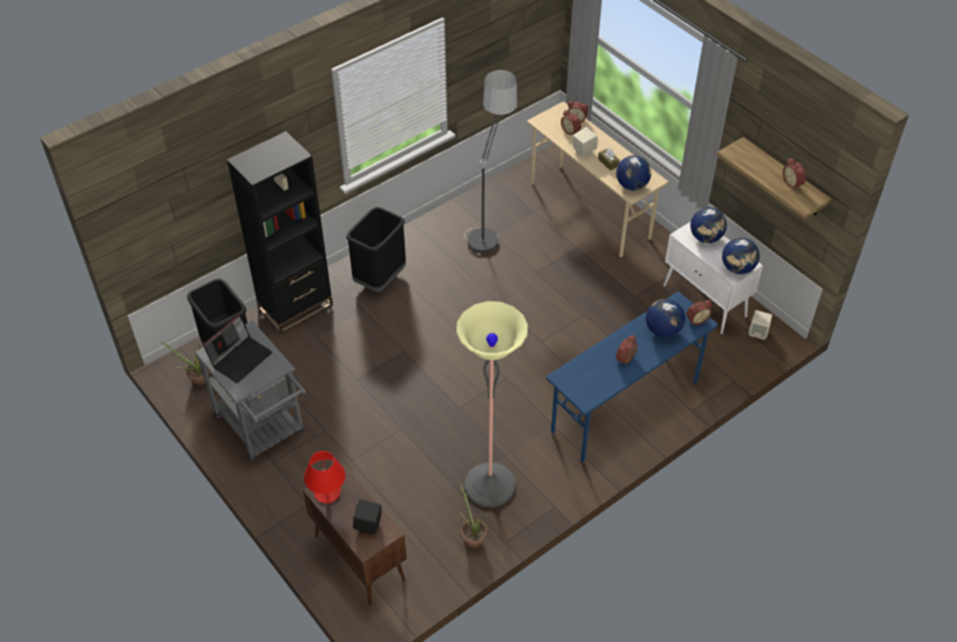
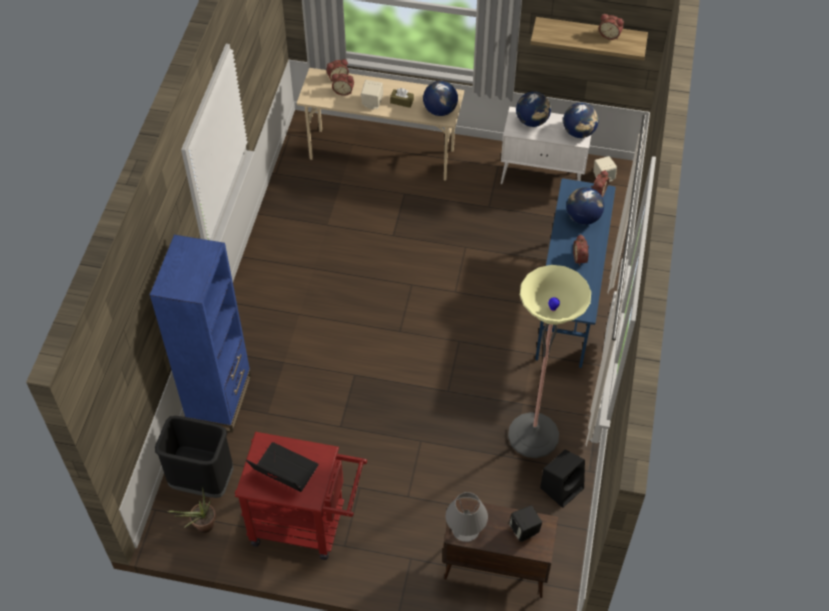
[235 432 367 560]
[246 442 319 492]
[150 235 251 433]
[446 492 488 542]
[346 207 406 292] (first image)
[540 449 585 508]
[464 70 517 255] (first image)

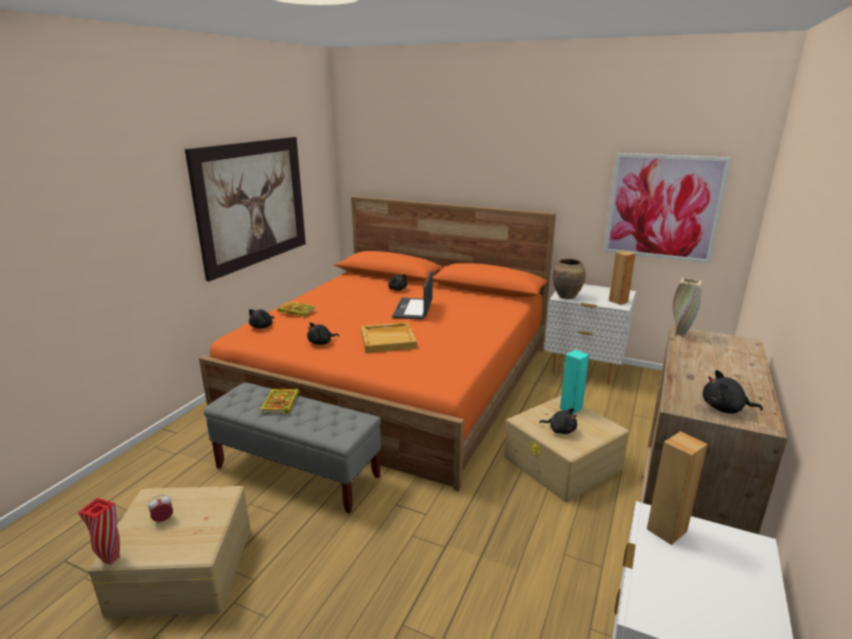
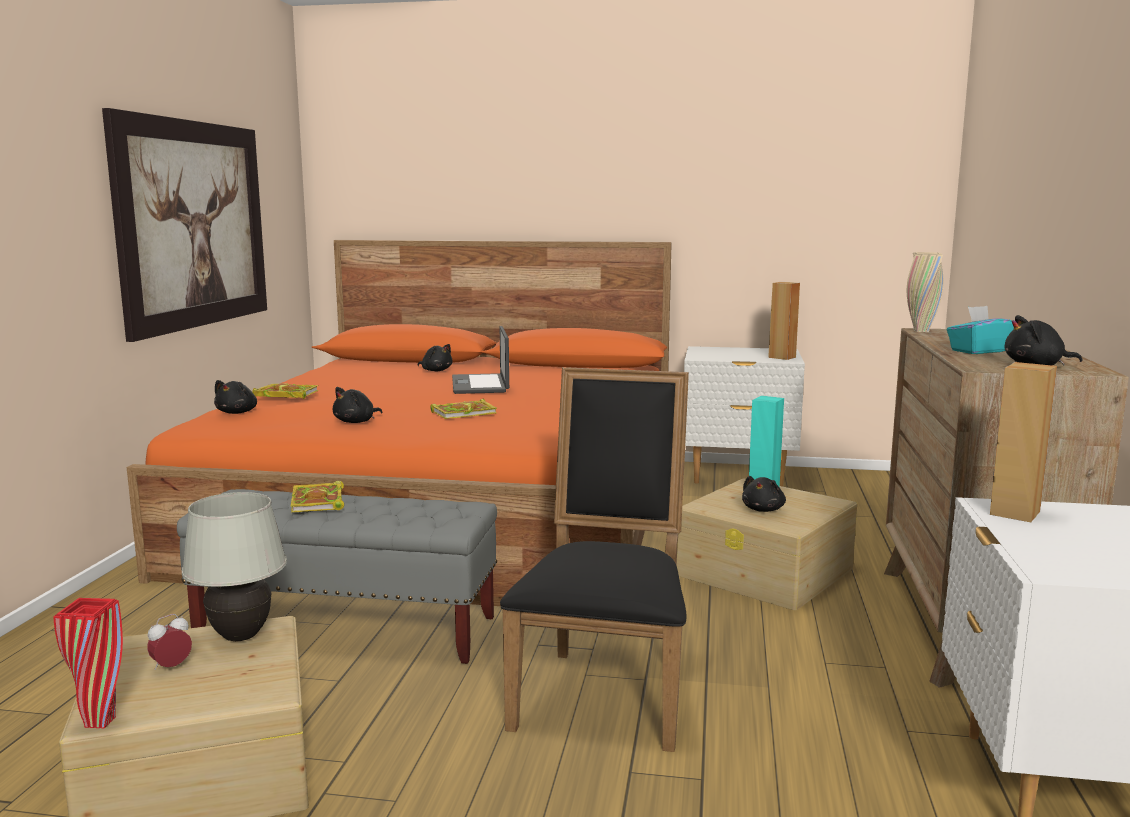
[430 398 497 419]
[742 476 786 512]
[552 258 586 299] (first image)
[604 153 731 264] (first image)
[182 492 287 641]
[500 367 689 752]
[947 306 1014 354]

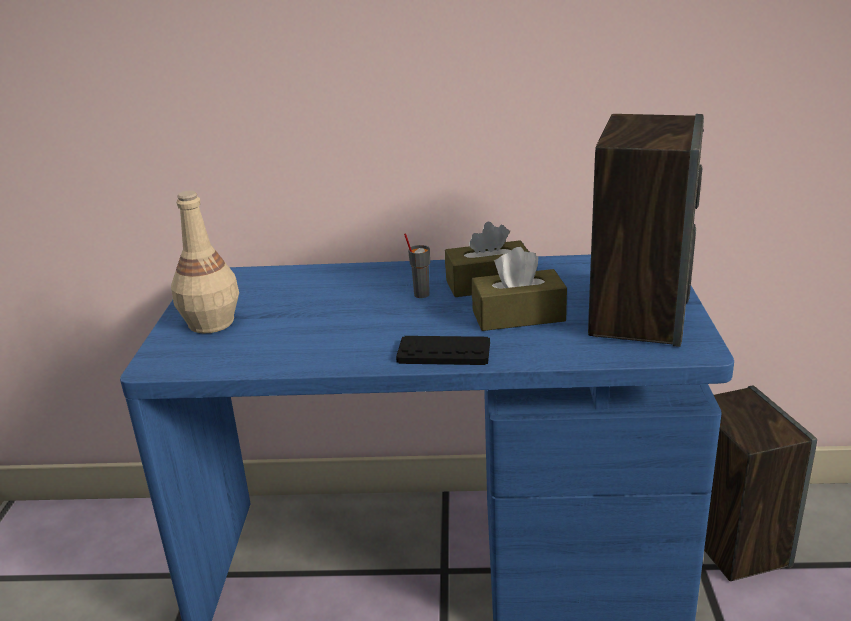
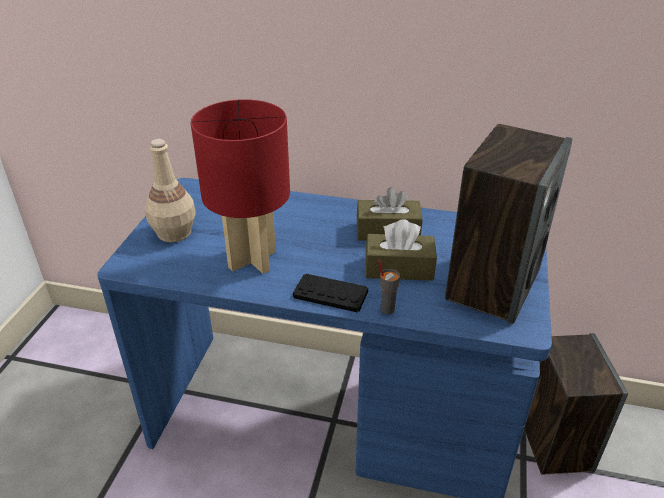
[378 260 400 314]
[191 99 290 274]

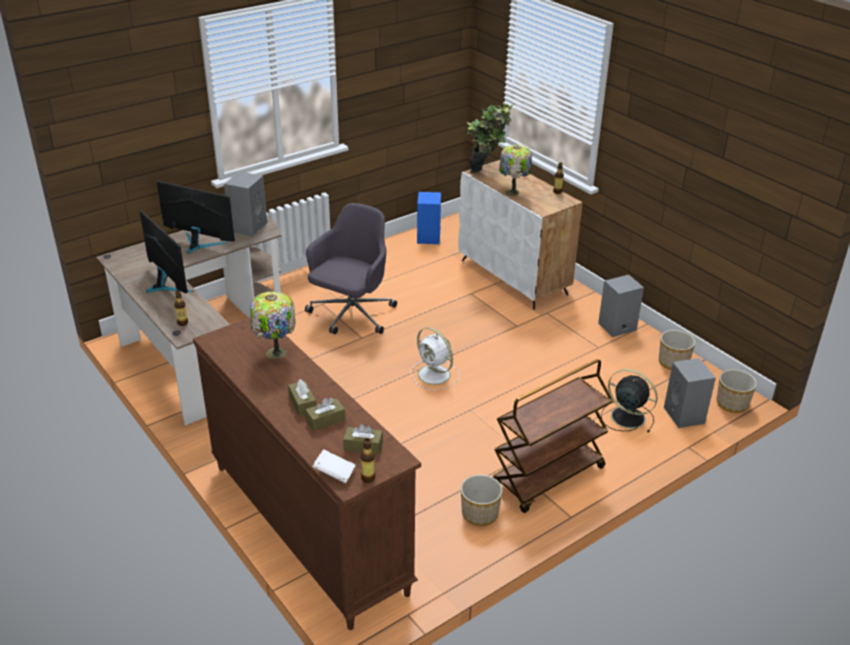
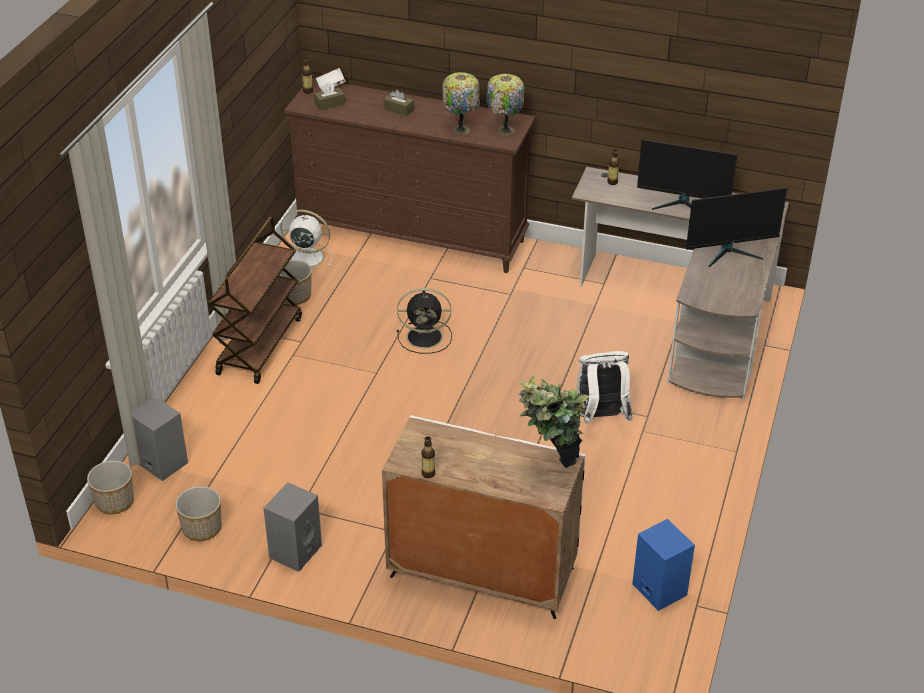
[224 171 267 236] (first image)
[577 351 633 424]
[305 398 345 431] (first image)
[280 210 332 269]
[486 74 524 135]
[397 288 452 354]

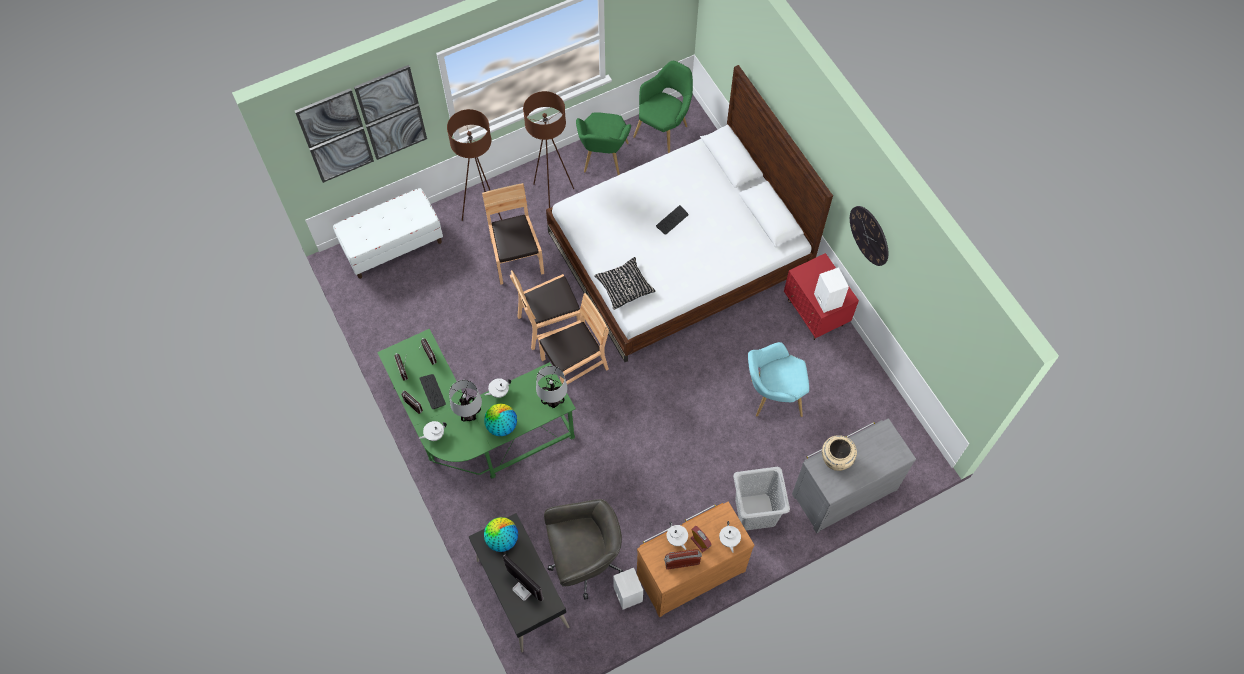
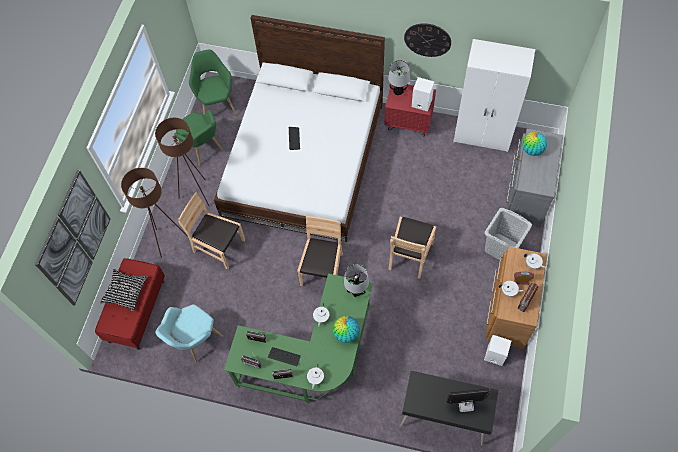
[95 258 165 350]
[388 60 410 95]
[522 132 547 156]
[388 217 436 279]
[544 499 624 600] (first image)
[100 269 148 311]
[155 304 223 363]
[822 435 857 471] (first image)
[453 39 535 152]

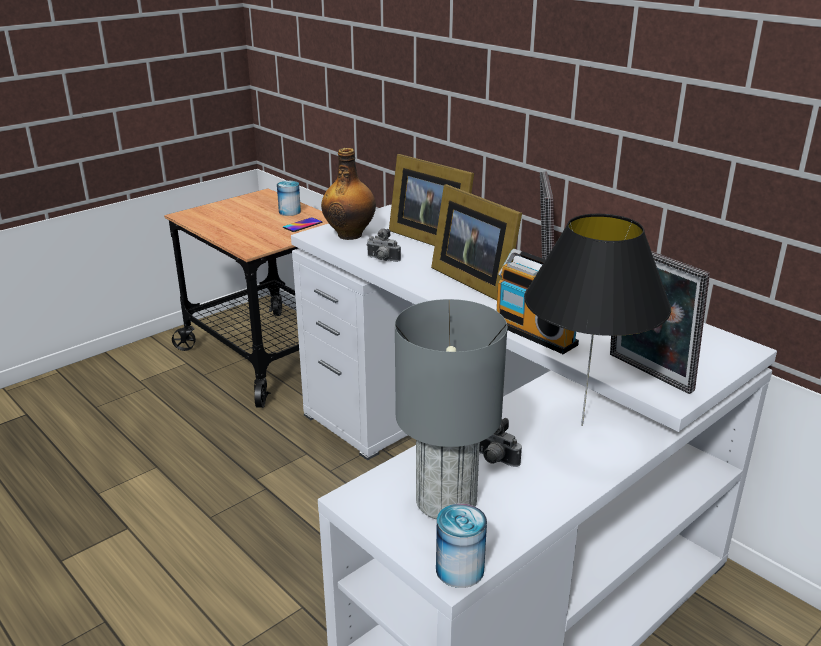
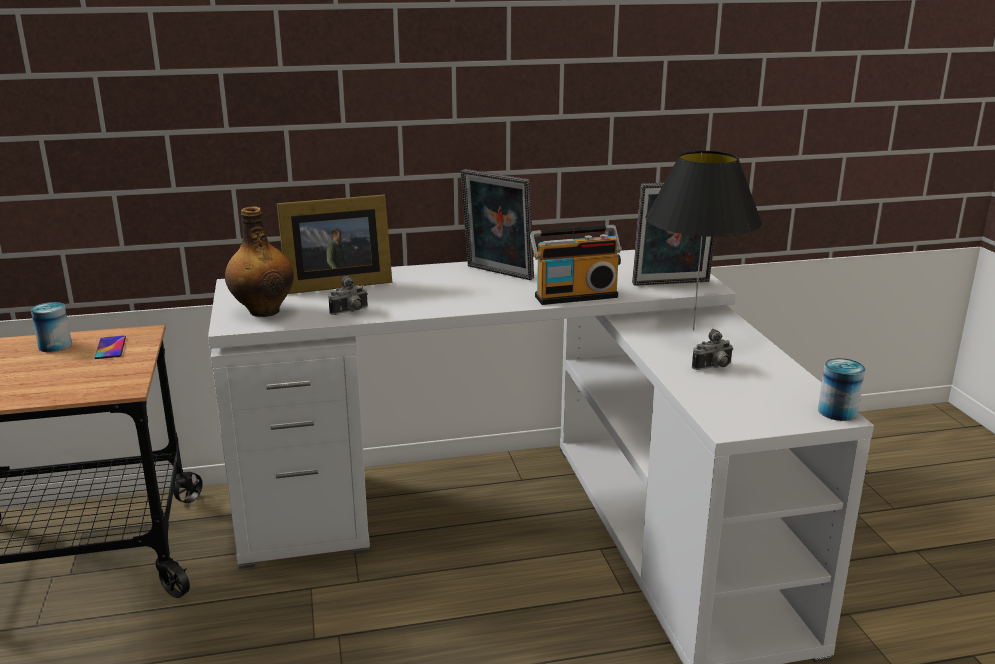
[395 299 507 520] (first image)
[431 184 522 300] (first image)

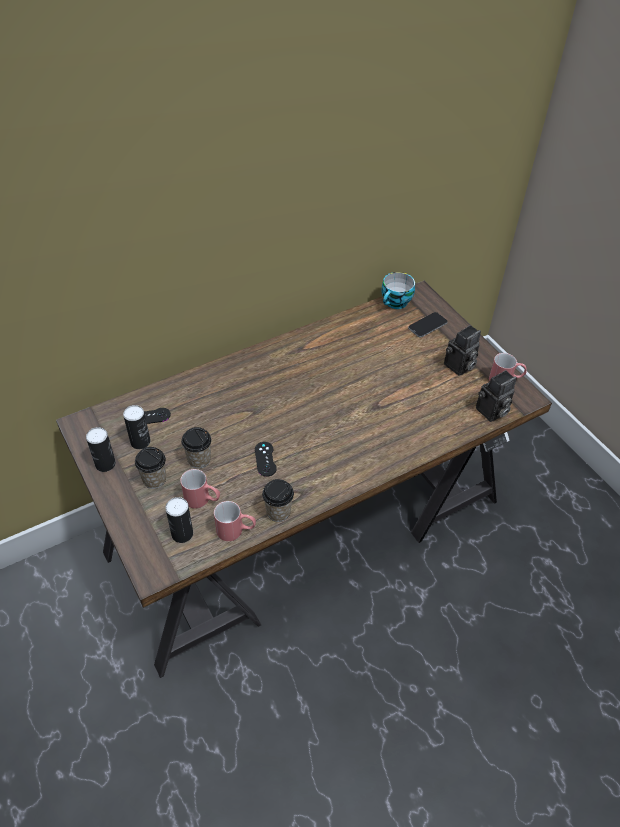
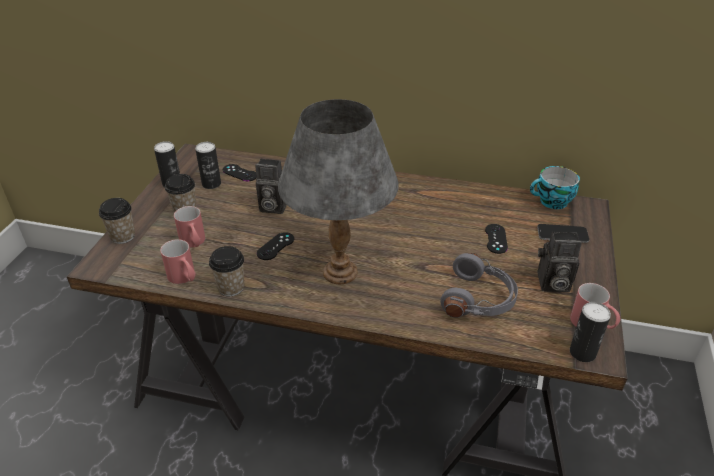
[570 302 611 362]
[99 198 135 244]
[255 159 287 214]
[278 99 399 284]
[440 253 518 318]
[485 224 508 254]

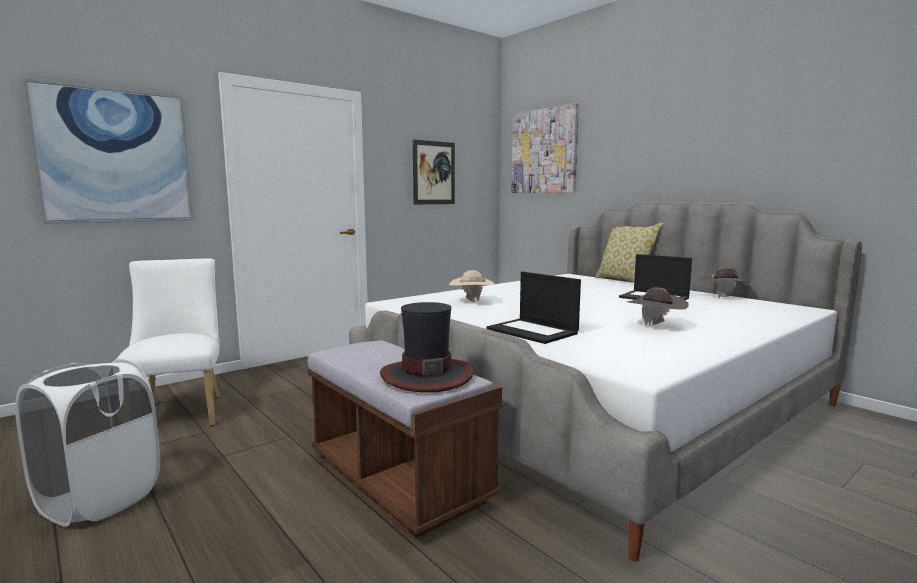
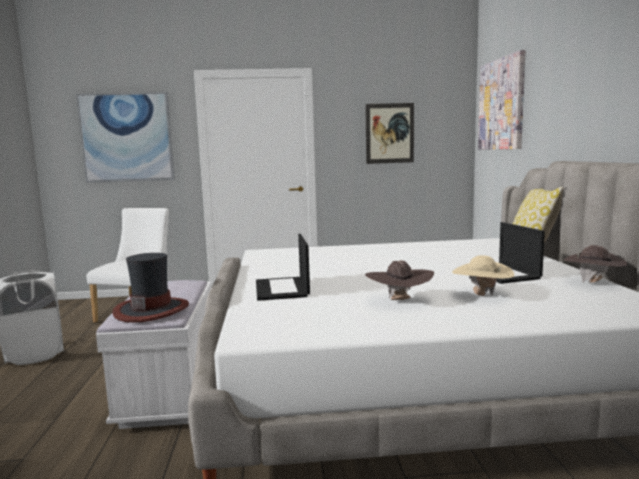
[96 280 211 429]
[452 255 514 296]

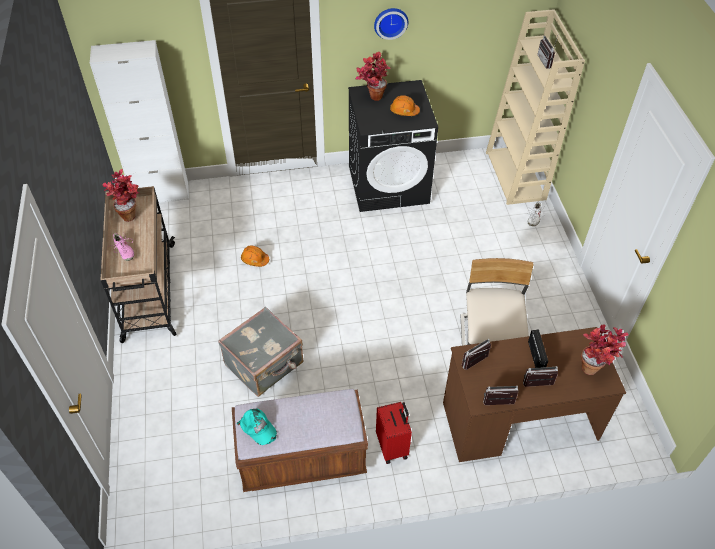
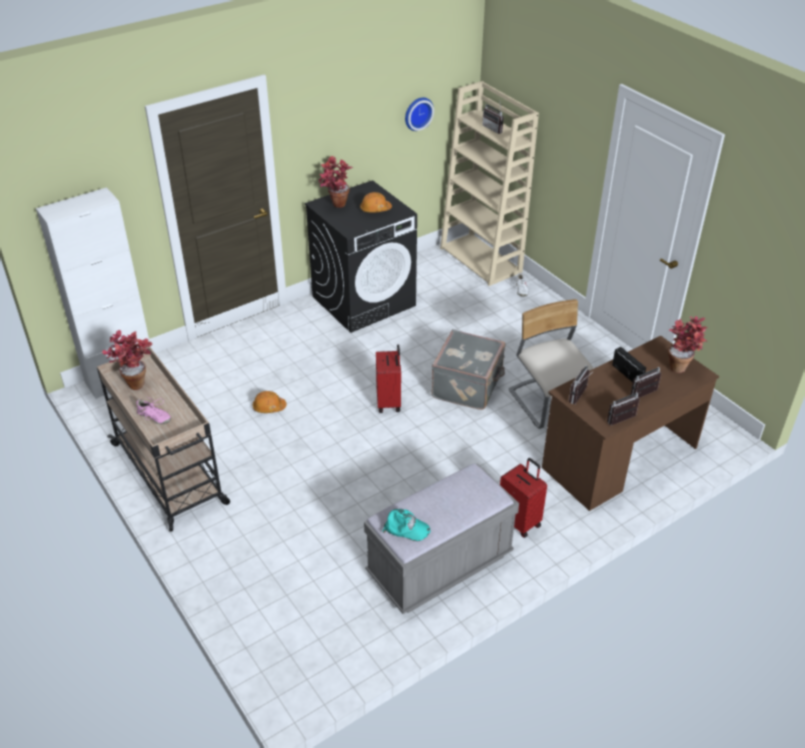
[431 329 505 410]
[364 463 519 614]
[405 98 434 131]
[376 345 401 413]

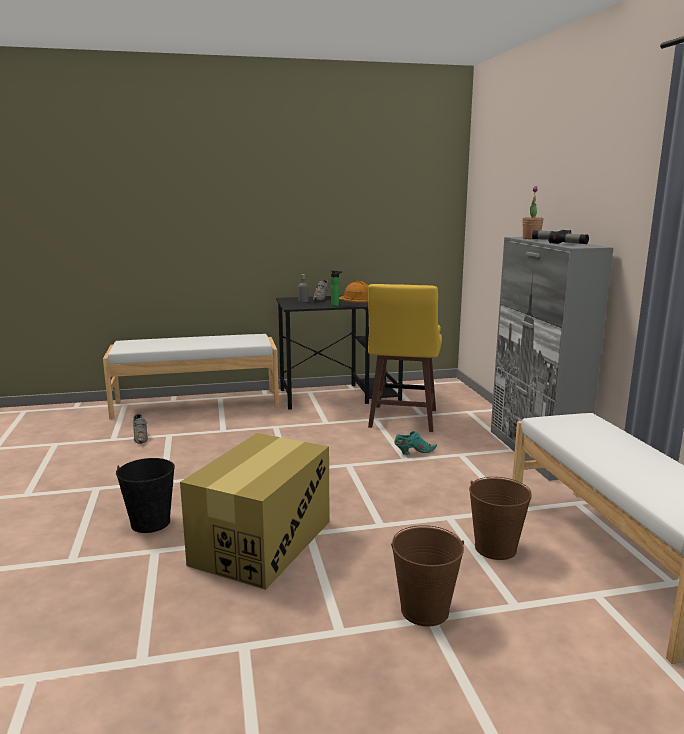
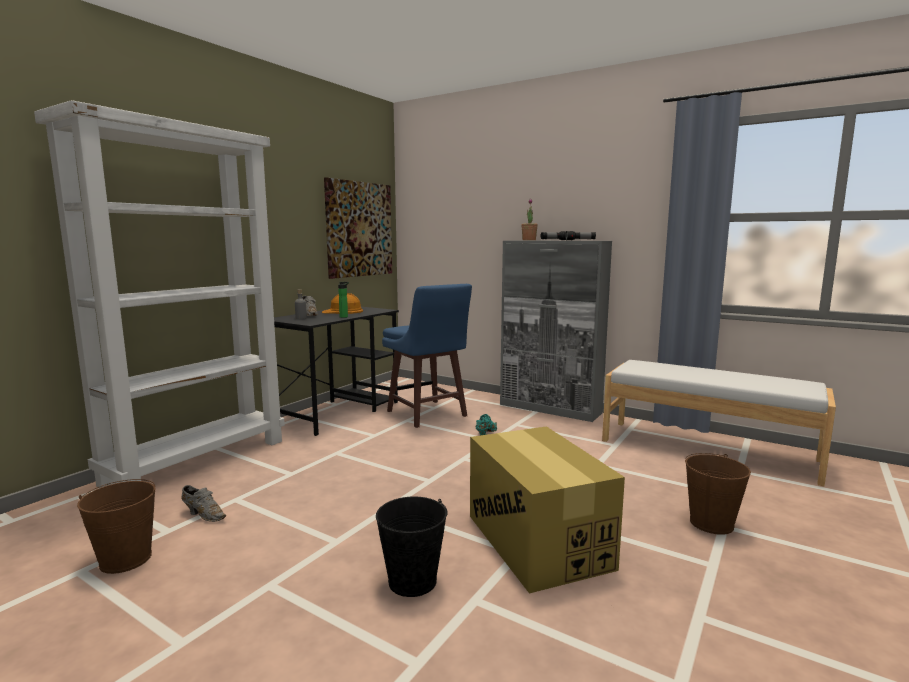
[34 100 285 488]
[382 284 472 428]
[77 479 156 574]
[324 177 392 279]

